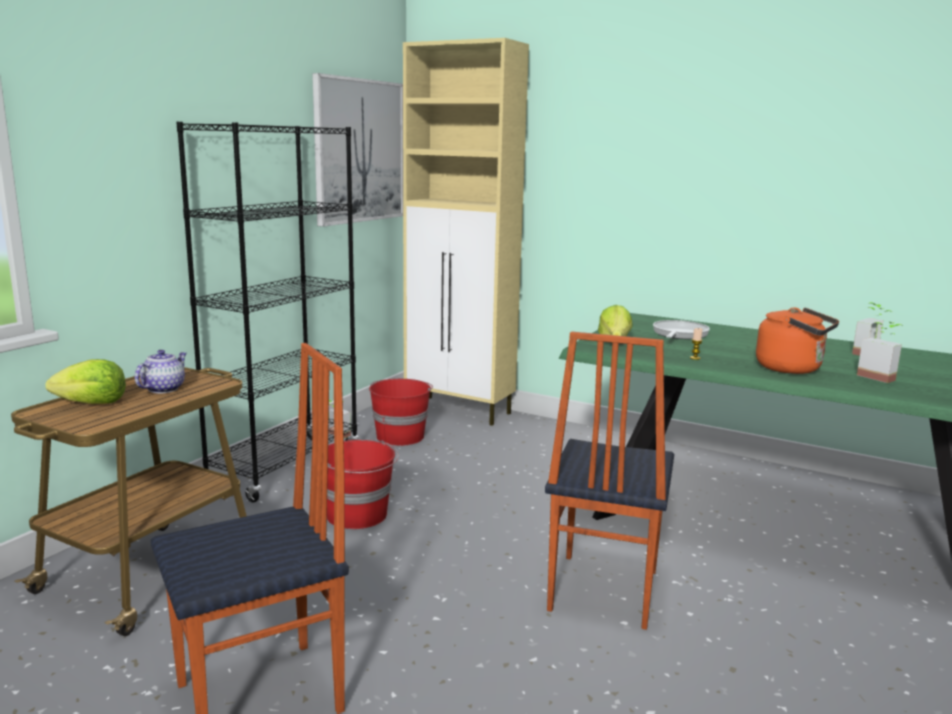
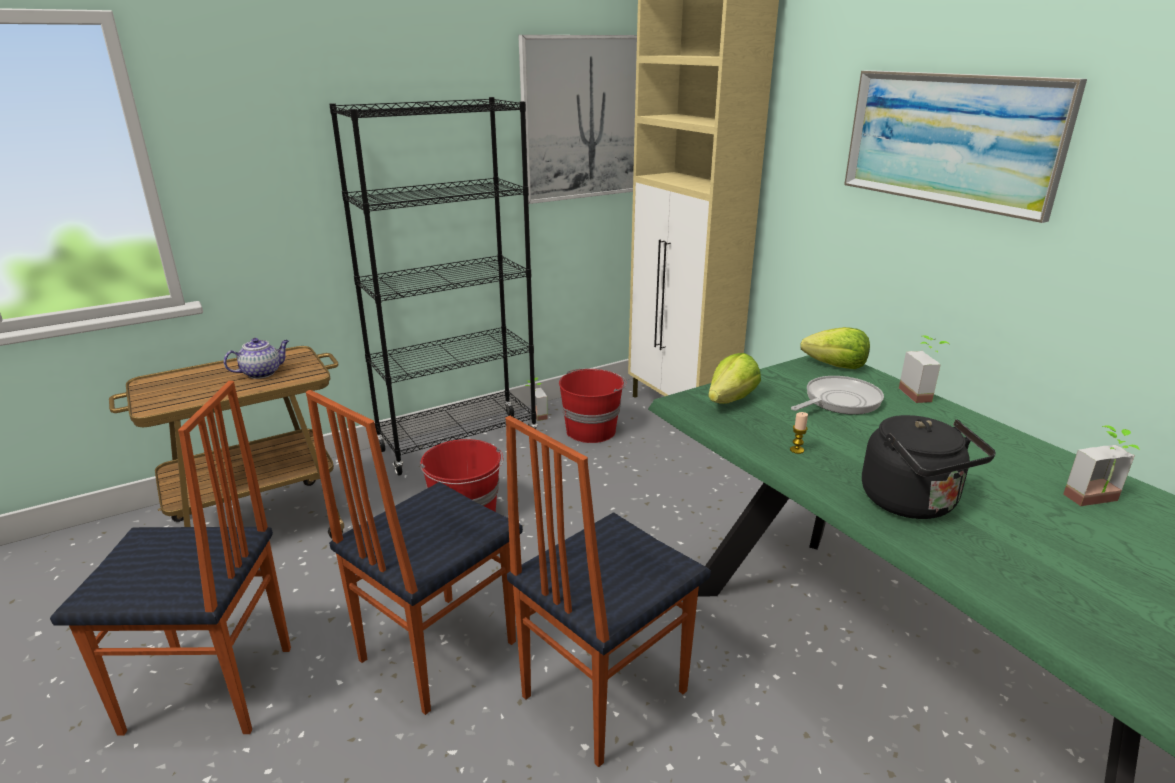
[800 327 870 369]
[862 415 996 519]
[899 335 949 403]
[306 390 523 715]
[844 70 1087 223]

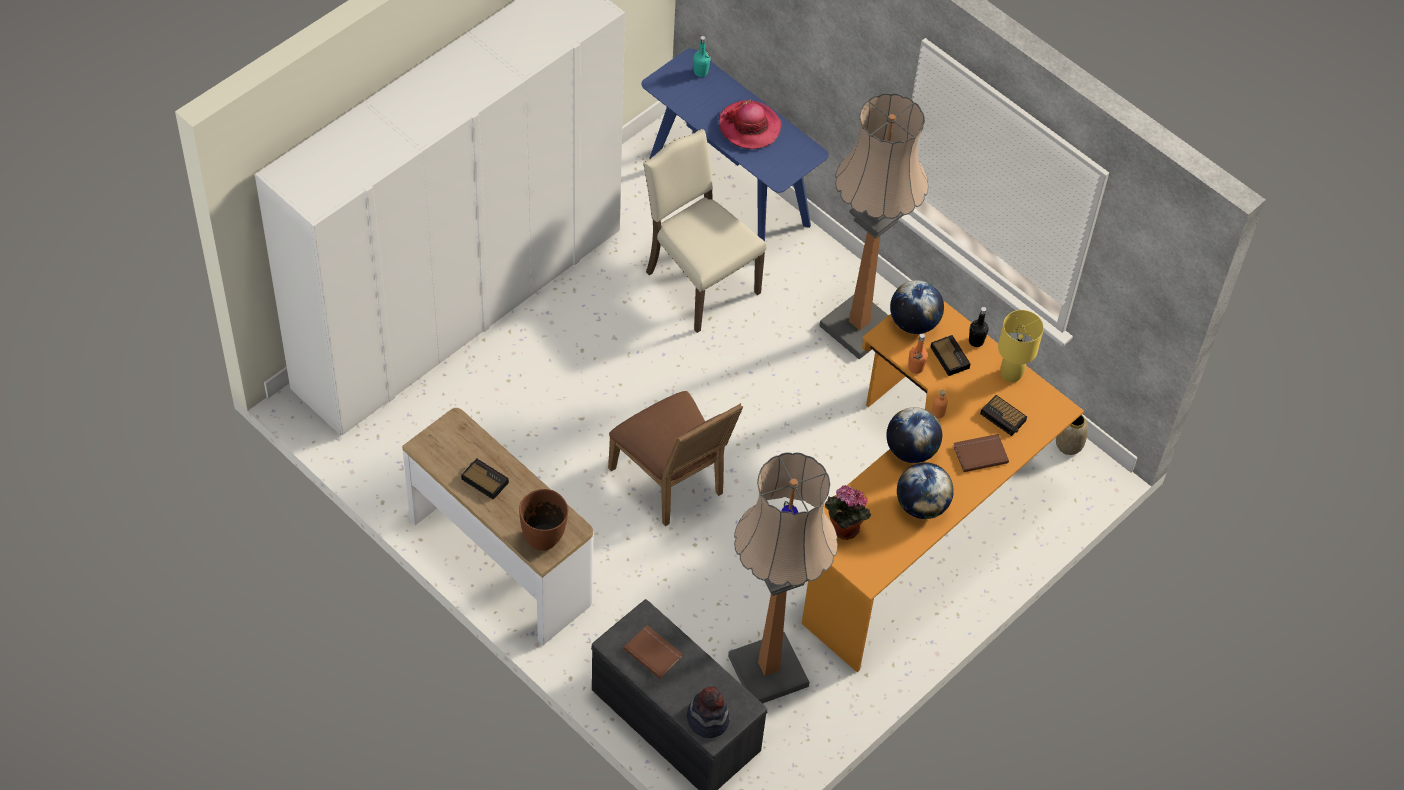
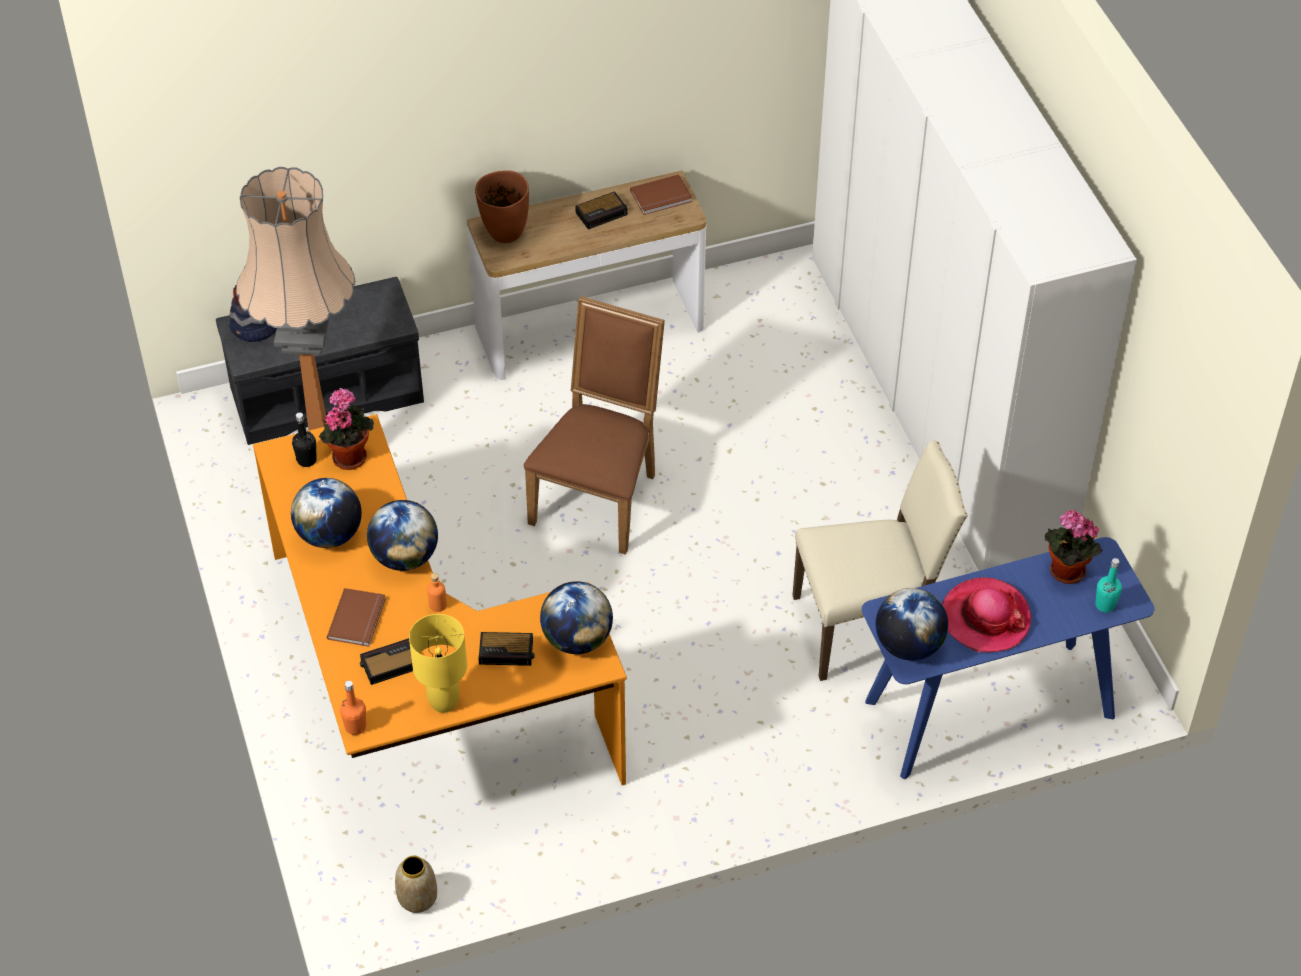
[524 296 665 555]
[630 174 692 215]
[820 93 928 359] (first image)
[340 680 366 735]
[292 412 317 467]
[876 588 948 660]
[1044 510 1102 584]

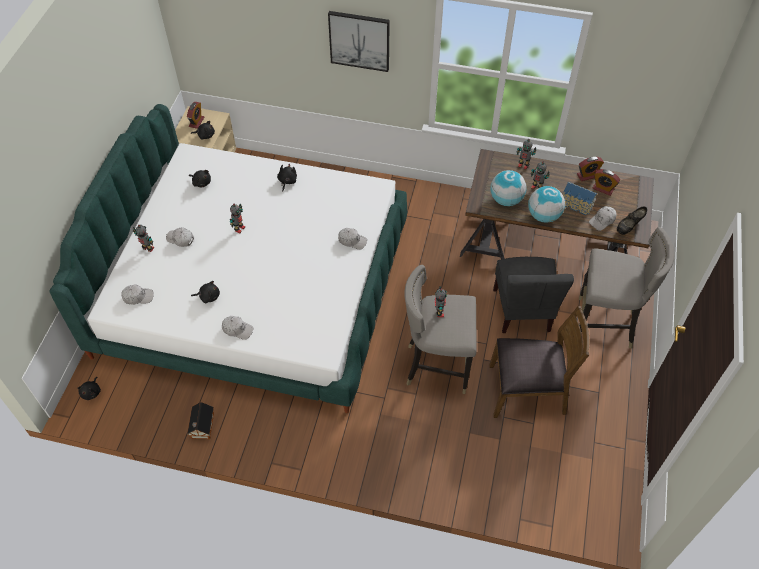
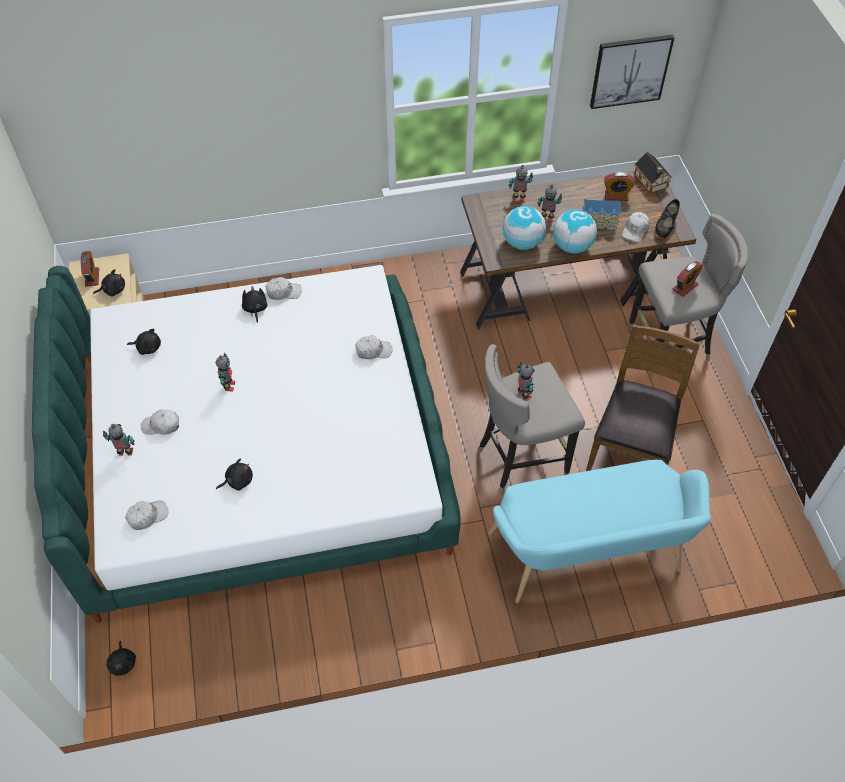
[634 152 672 194]
[266 277 302 300]
[590 35 674 109]
[586 324 700 471]
[493 257 574 333] (first image)
[673 261 703 297]
[488 460 711 603]

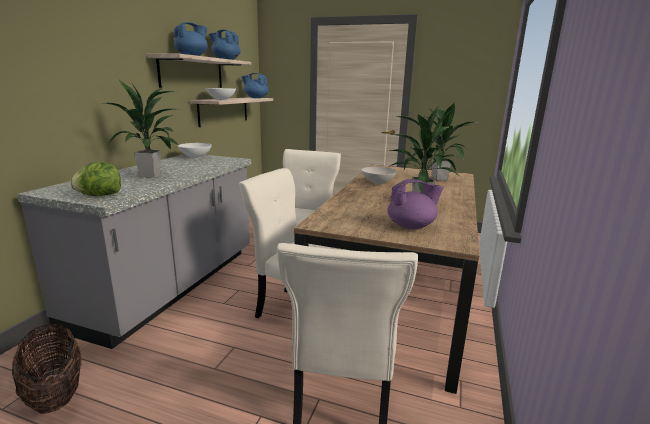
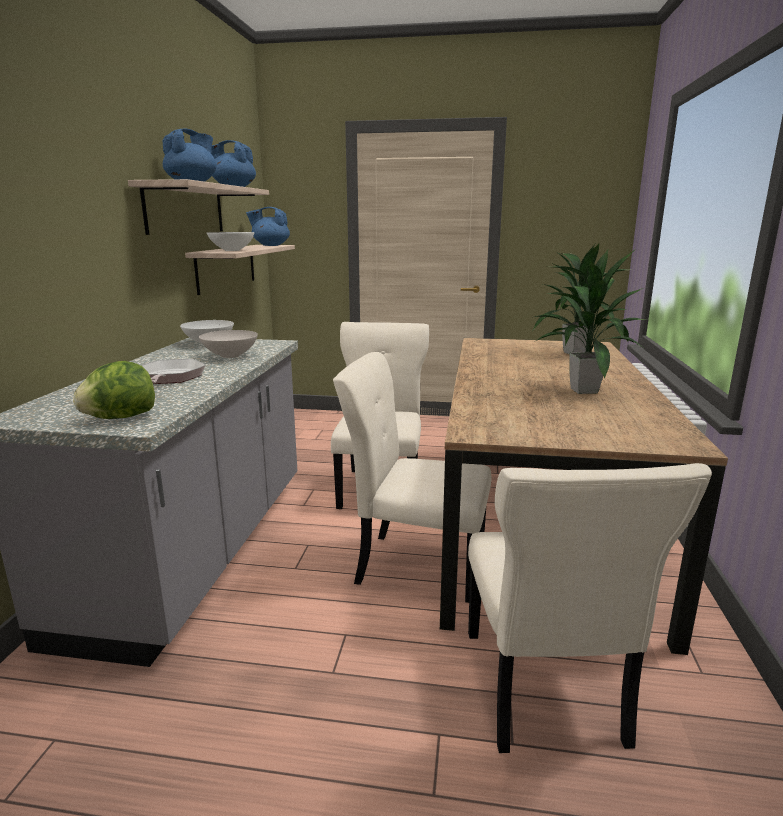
[12 323 82 414] (first image)
[141 359 205 384]
[199 330 258 358]
[388 179 444 229] (first image)

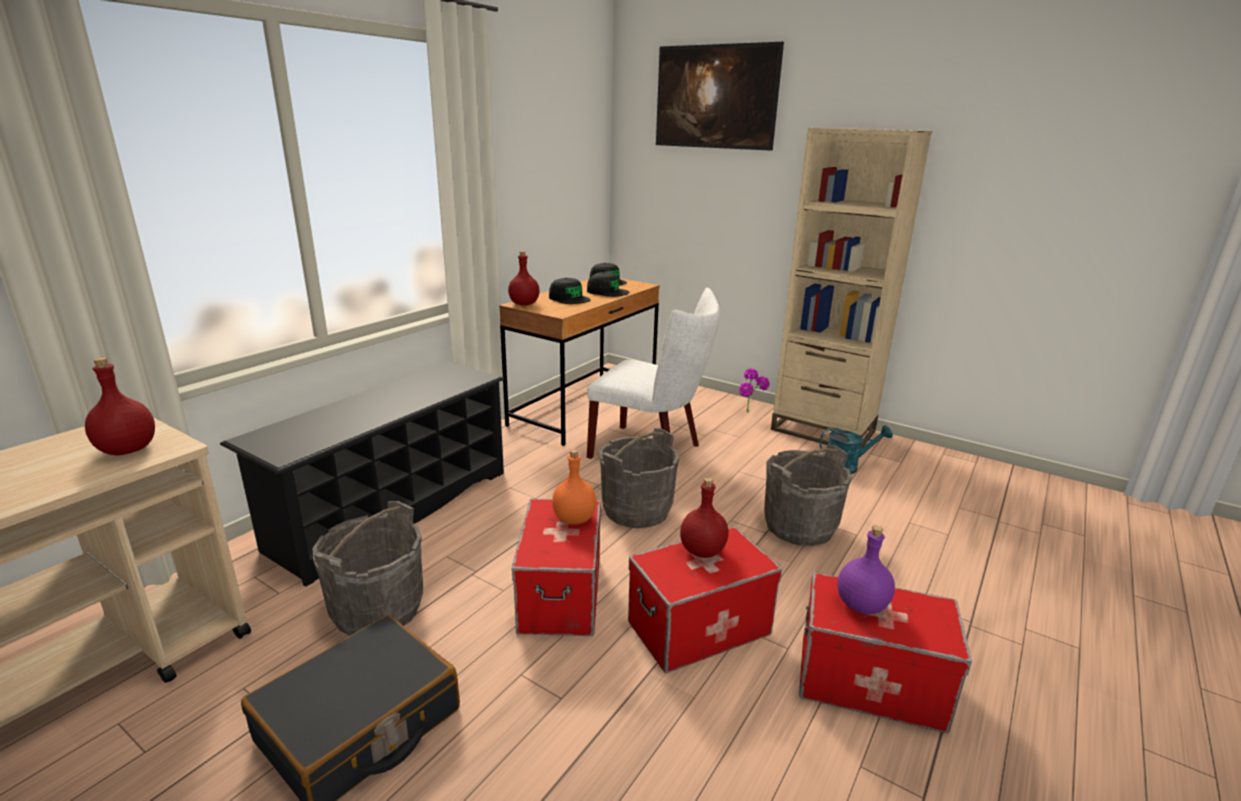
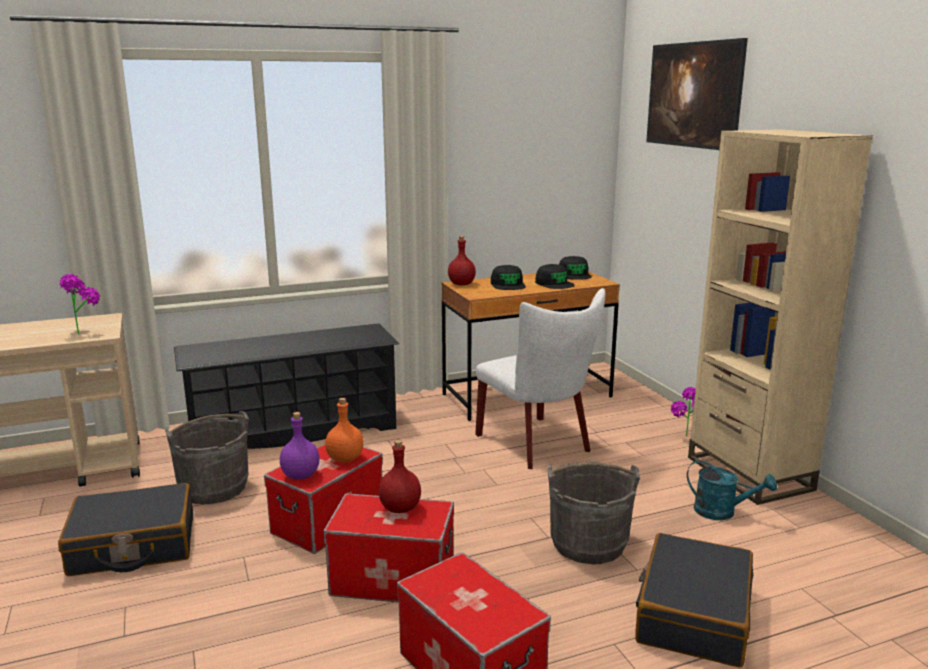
[60 274 100 334]
[599 428 679 528] (first image)
[280 412 320 480]
[635 533 753 668]

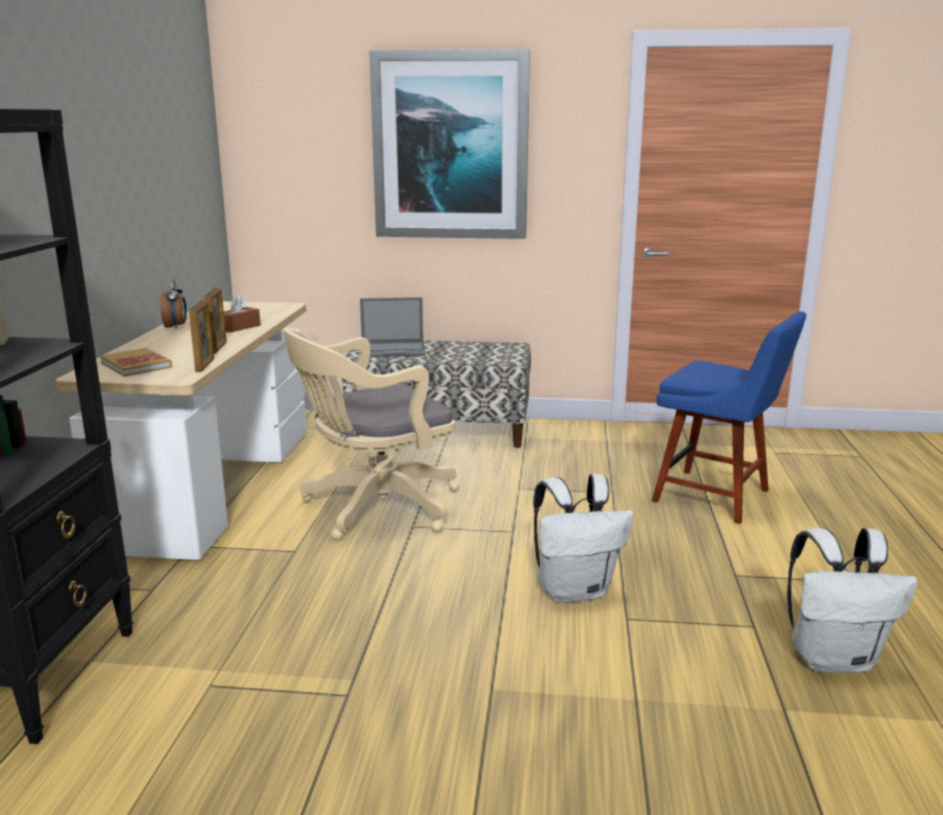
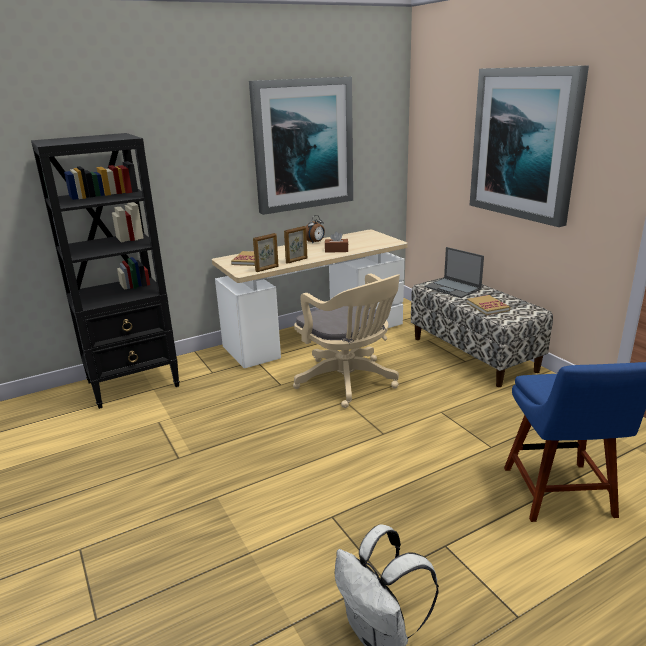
[293 273 400 408]
[533 474 633 603] (first image)
[249 77 353 215]
[467 295 510 315]

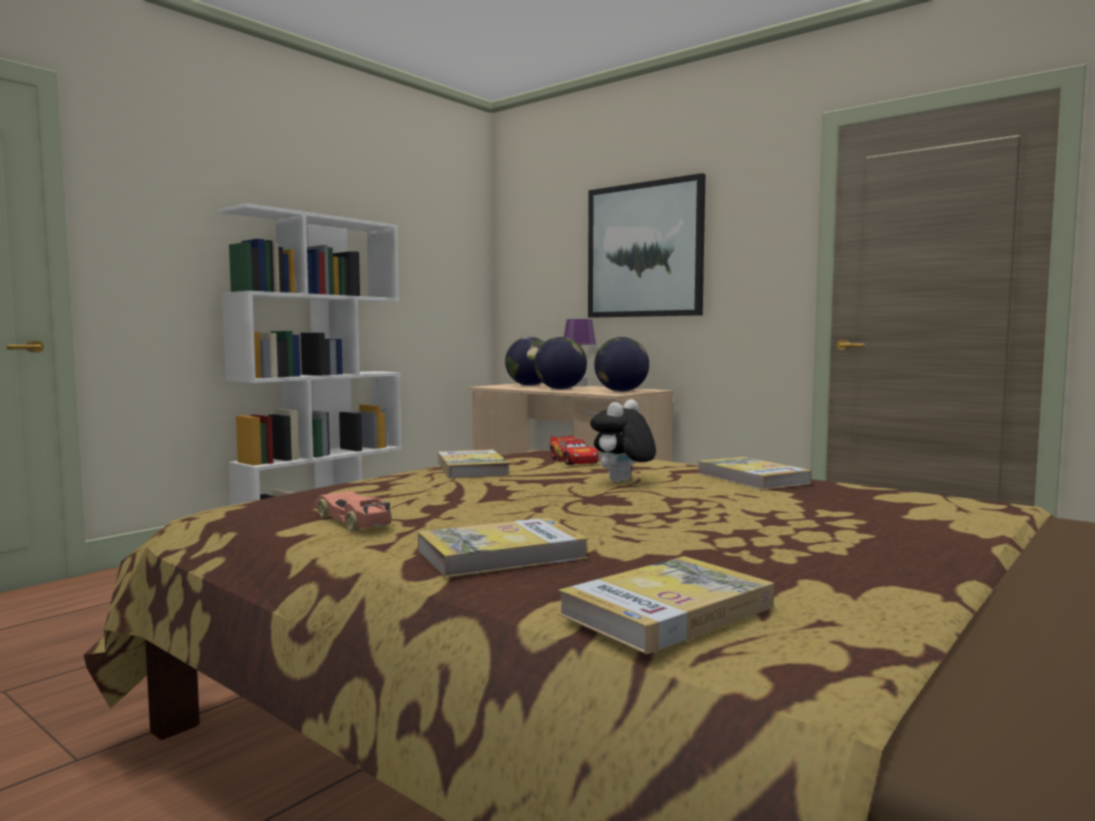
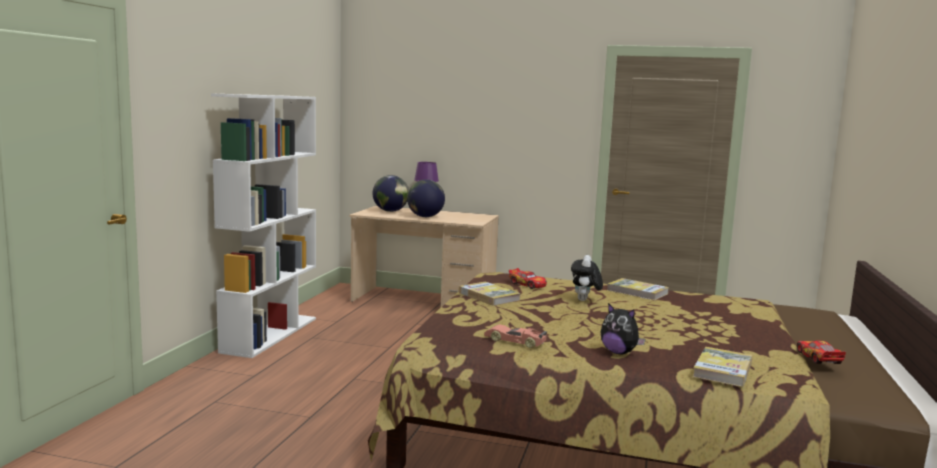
[601 303 645 354]
[588 173 706 318] (first image)
[594 337 649 392] (first image)
[797 340 846 364]

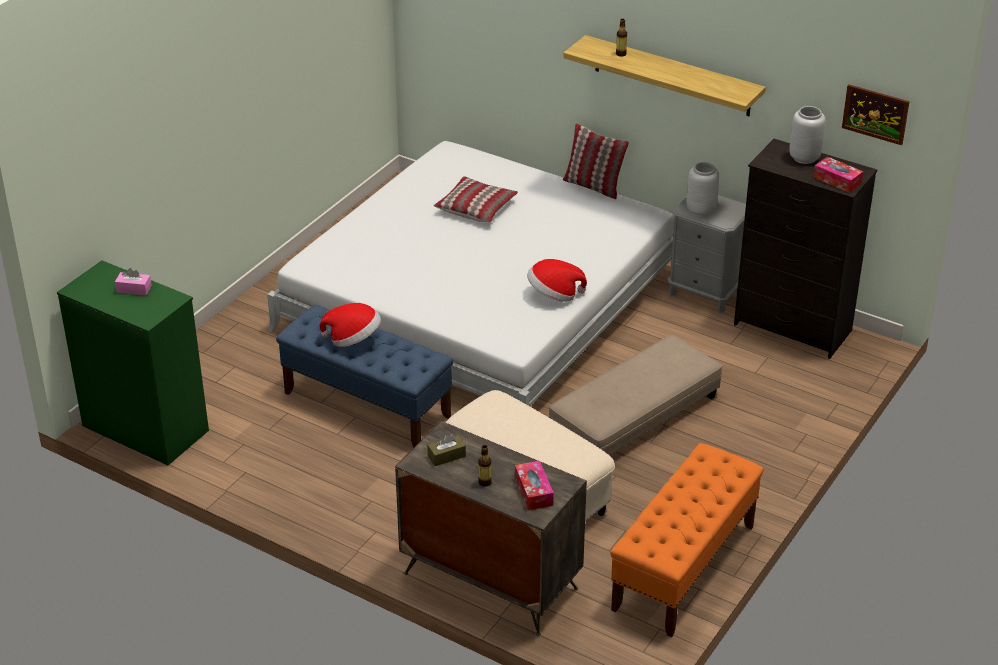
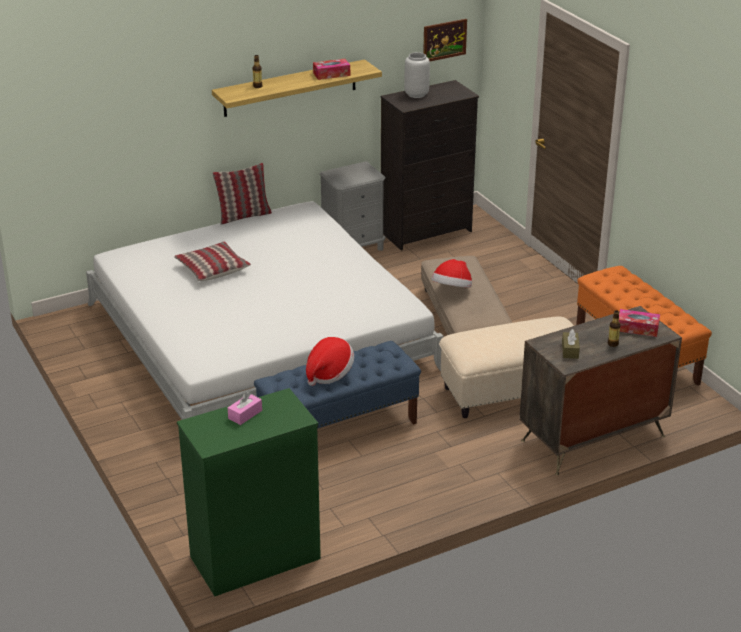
[431 259 472 288]
[687 162 719 217] (first image)
[313 59 350 80]

